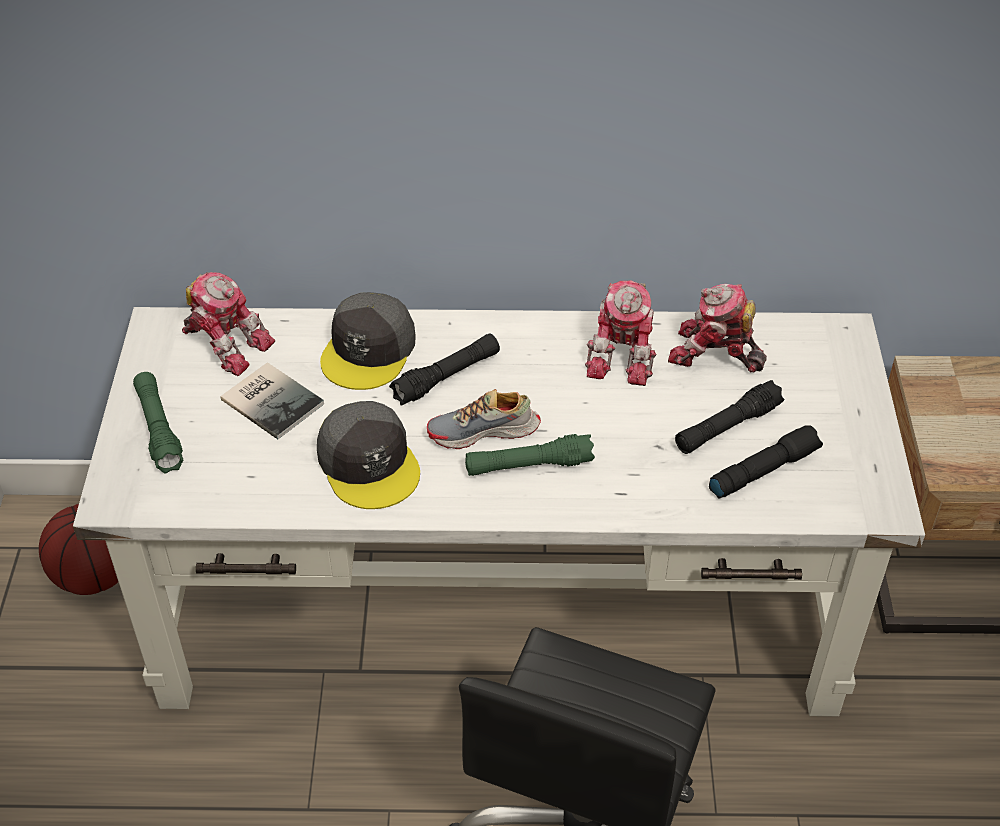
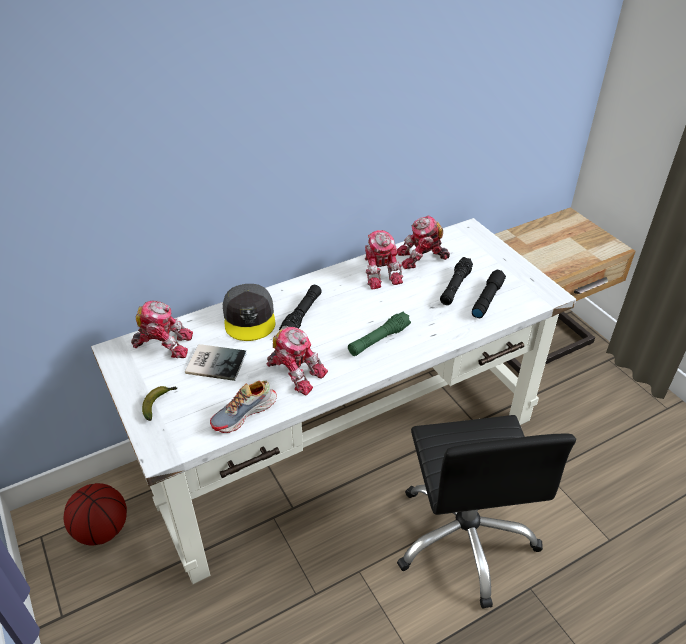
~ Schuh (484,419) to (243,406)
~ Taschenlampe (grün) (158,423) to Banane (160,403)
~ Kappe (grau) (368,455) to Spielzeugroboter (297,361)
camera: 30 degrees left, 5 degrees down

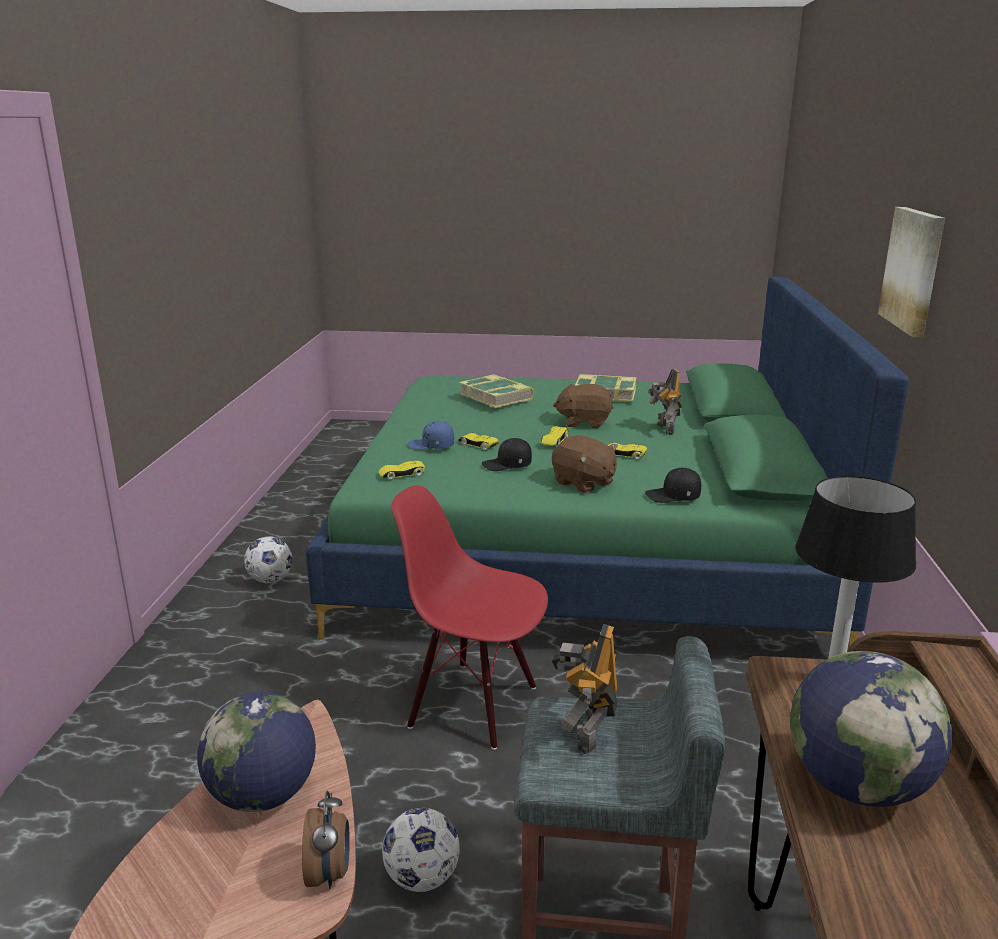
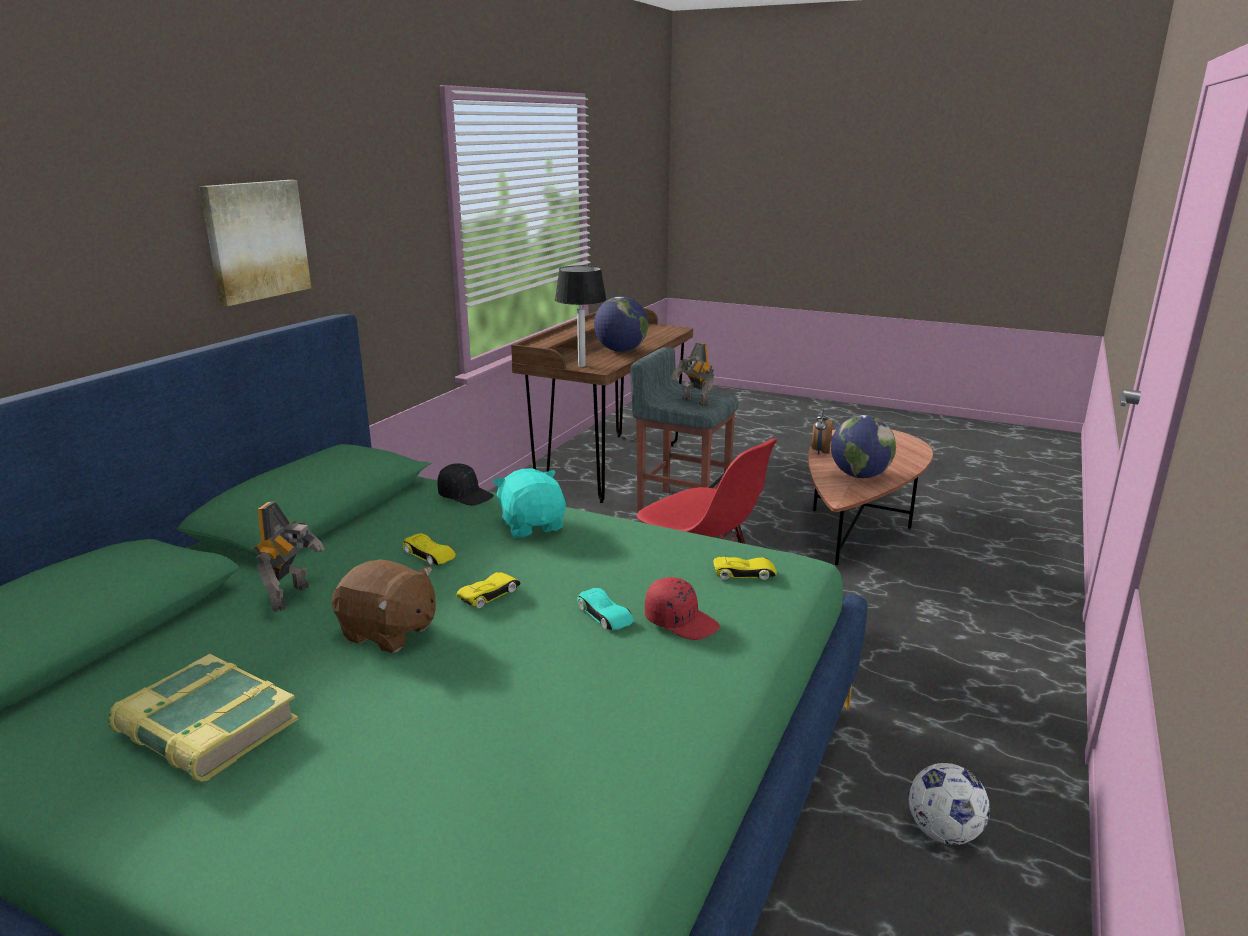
- Fußball (421,849)
- Buch (496,391)
- Kappe (schwarz) (507,454)
~ Kappe (blau) (431,435) to Kappe (rot) (682,608)
~ Spielzeugauto (gelb) (478,441) to Spielzeugauto (türkis) (605,609)
~ Plüschtier (braun) (585,464) to Plüschtier (türkis) (529,503)
~ Spielzeugroboter (584,689) = (692,374) 105 degrees clockwise
camera: 160 degrees left, 0 degrees up

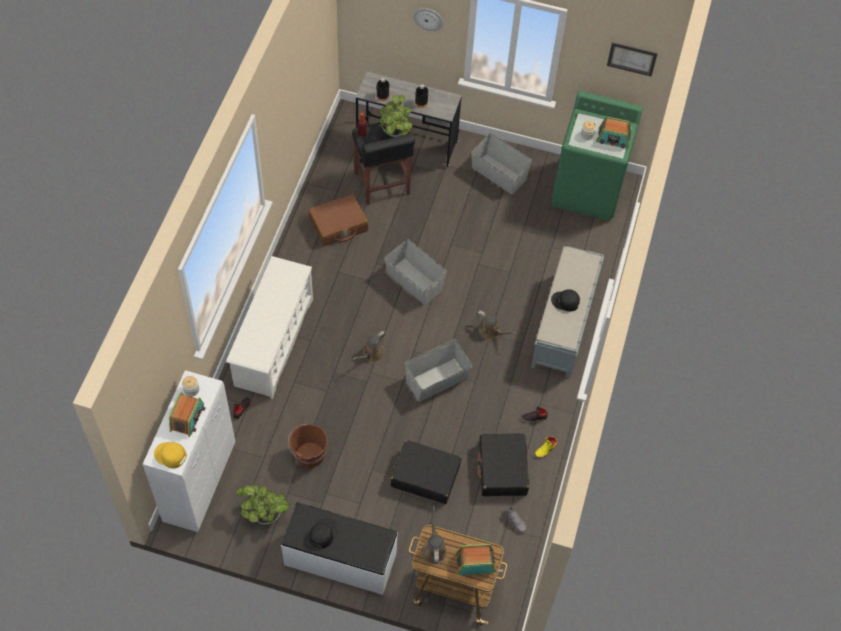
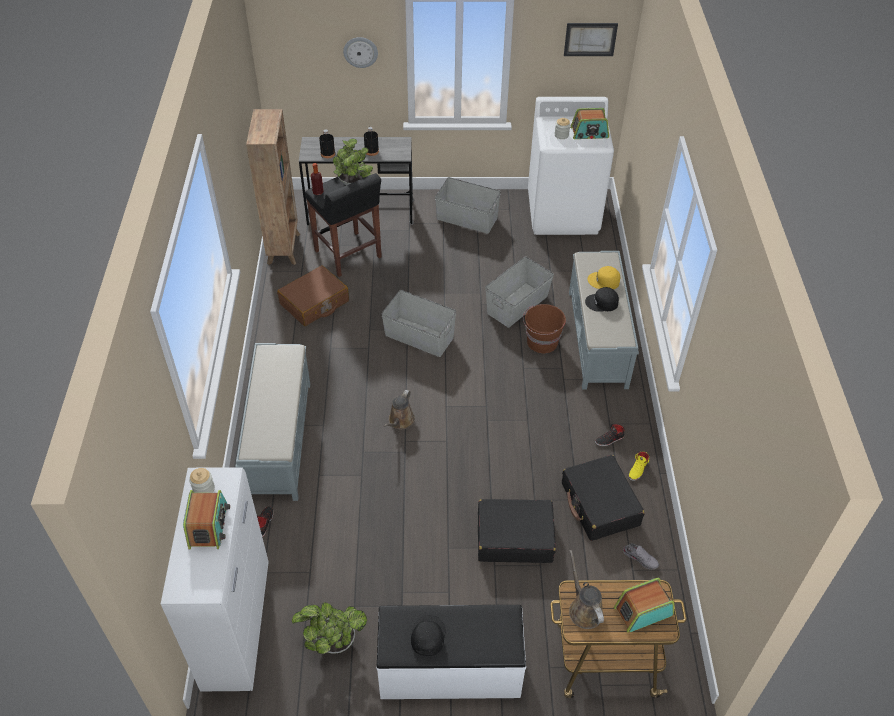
- Gießkanne (braun) (496,325)
+ Bücherregal (braun) (273,187)
~ Kappe (gelb) (170,455) to (604,277)
~ Eimer (braun) (308,446) to (544,328)
~ Aufbewahrungsbox (grau) (438,370) to (519,292)
~ Schuhregal (weiß) (269,327) to Bank (grau) (272,422)
~ Waschmaschine (grün) (597,156) to Waschmaschine (weiß) (571,166)
camera: 15 degrees left, 10 degrees down

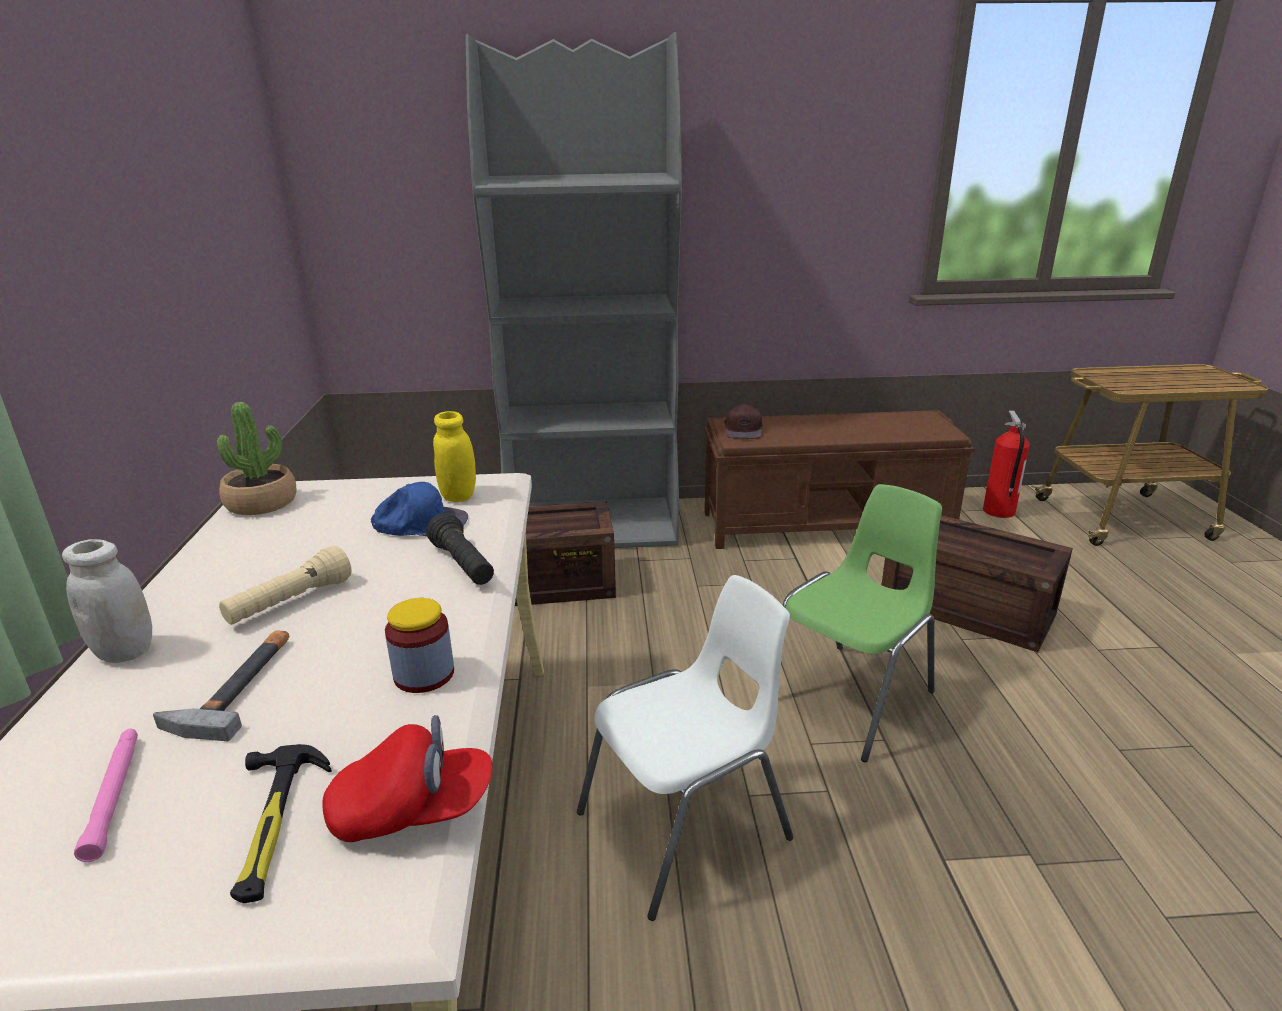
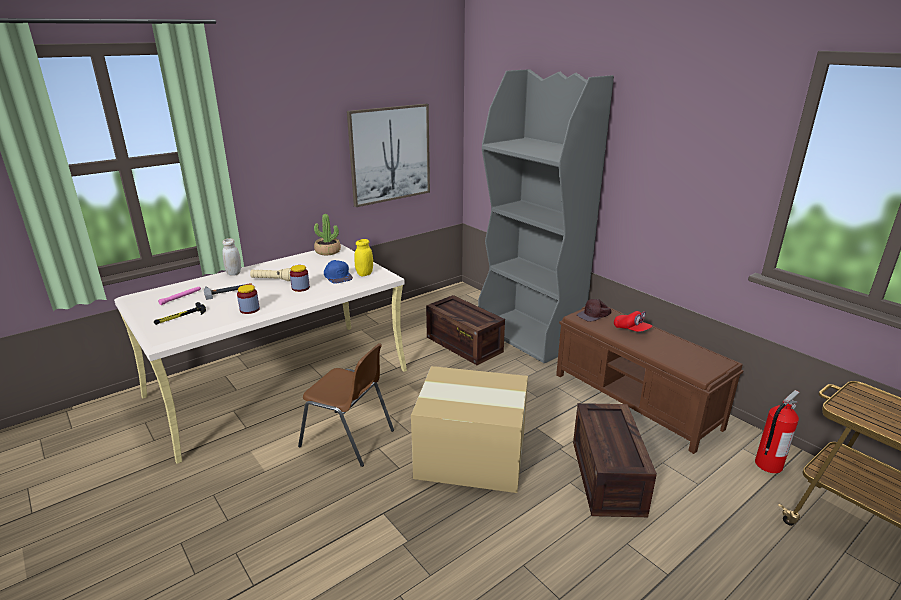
- Taschenlampe (schwarz) (460,549)
+ Vorratsglas (300,278)
+ Bild (388,155)
~ Kappe (rot) (407,778) to (633,321)
~ Stuhl (grün) (862,623) to Karton (469,429)
~ Stuhl (weiß) (685,748) to Stuhl (braun) (346,405)
camera: 55 degrees right, 0 degrees up

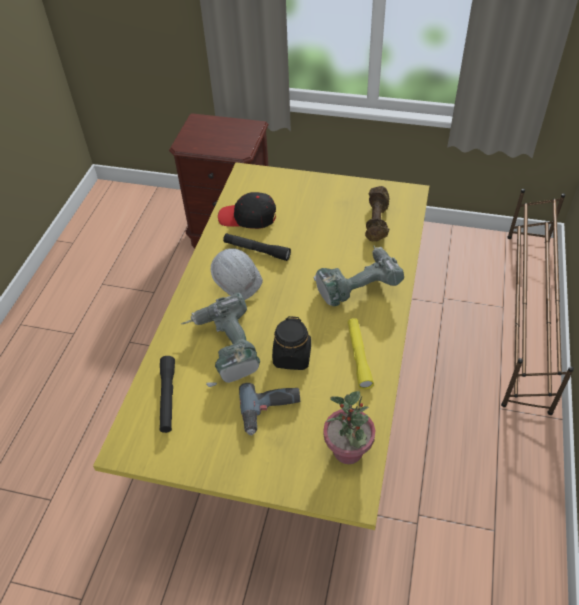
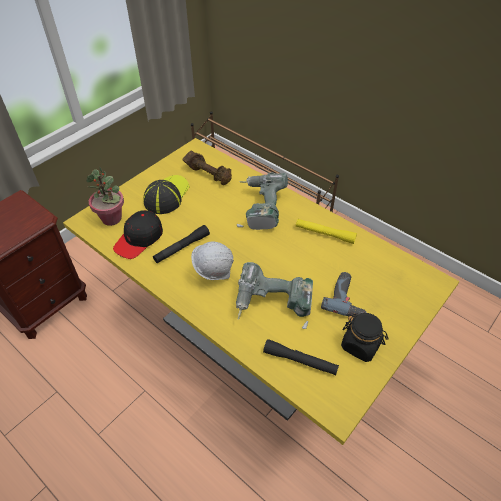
+ Kappe (166,194)
~ Vorratsglas (schwarz) (291,343) to (365,337)
~ Topfpflanze (349,427) to (105,196)
camera: 65 degrees left, 0 degrees up

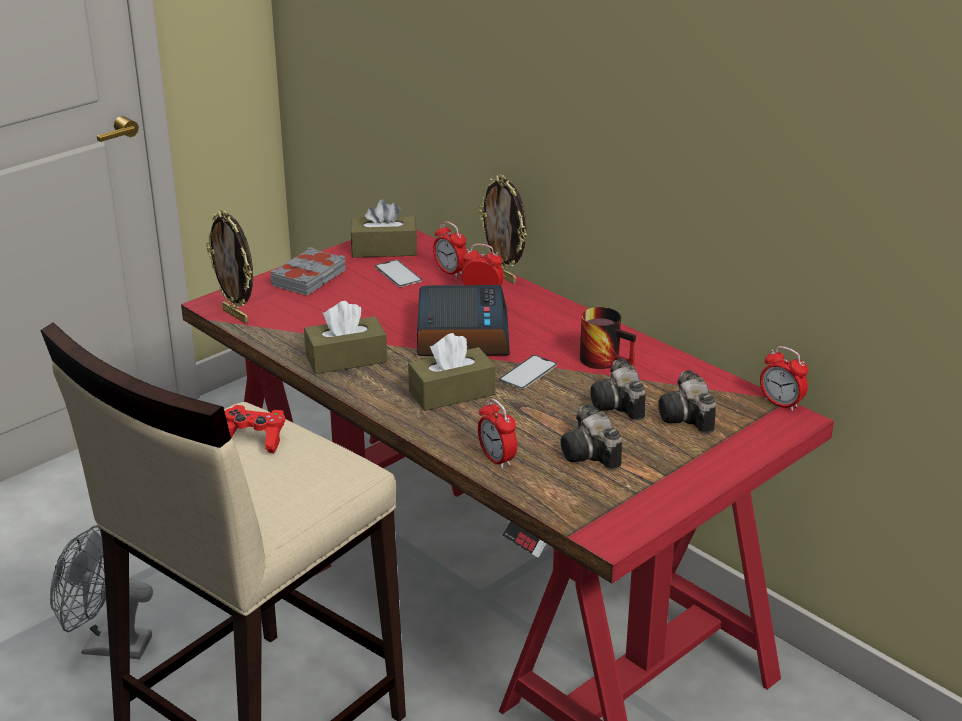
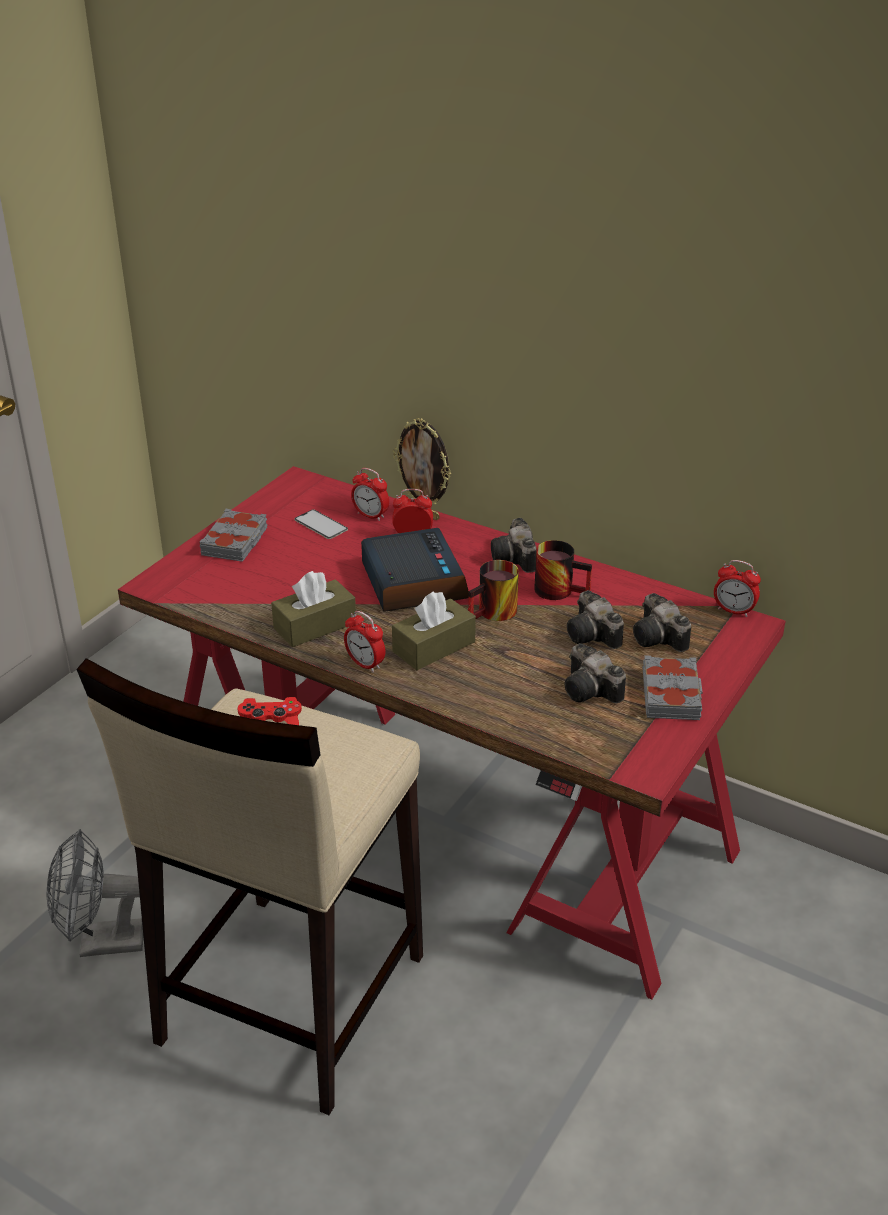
- Bilderrahmen (229,267)
- Taschentuchbox (braun) (383,228)
+ Kamera (513,545)
+ Buch (grau) (673,687)
~ Wecker (497,433) to (364,642)
~ Handy (528,372) to Henkelbecher (493,590)
camera: 15 degrees left, 5 degrees up

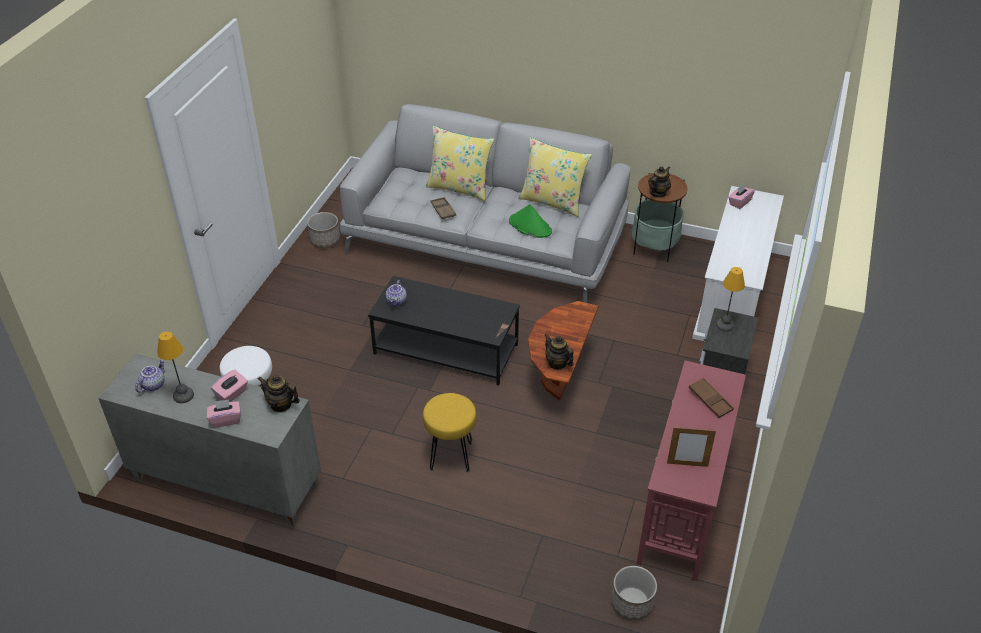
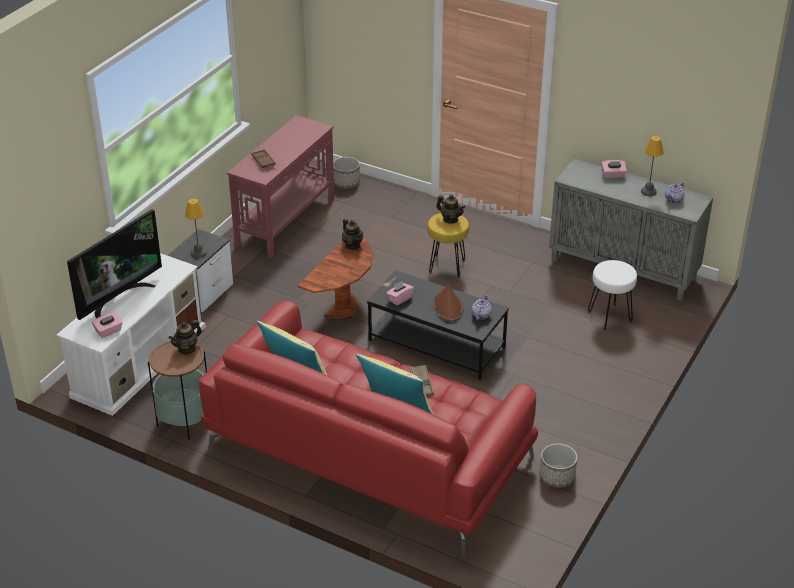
- Hut (grün) (530,221)
- Bilderrahmen (691,446)
+ Fernseher (114,264)
+ Hut (braun) (448,303)
~ Taschentuchbox (rosa) (229,386) to (400,293)
~ Teekanne (279,393) to (450,209)
~ Sofa (grau) (485,203) to Sofa (rot) (368,429)
camera: 170 degrees left, 5 degrees down

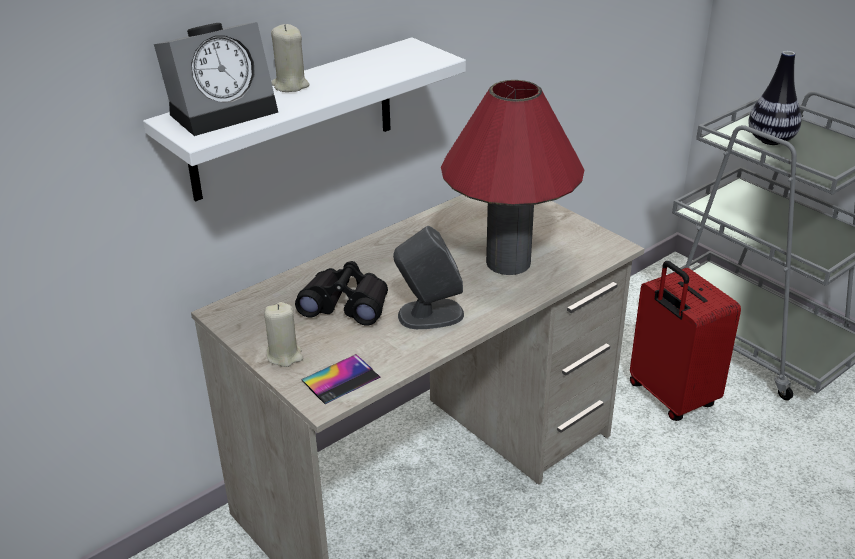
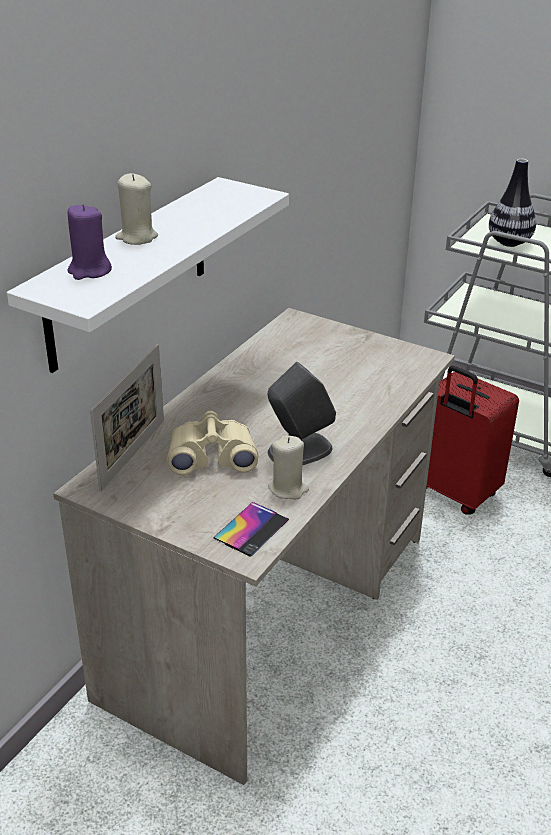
- Tischlampe (rot) (512,177)
+ Bilderrahmen (127,418)
~ Kerze (beige) (283,334) to (288,467)
~ Wecker (216,79) to Kerze (lila) (90,242)
~ Fernglas (schwarz) (341,293) to Fernglas (beige) (213,443)
camera: 20 degrees left, 0 degrees up

